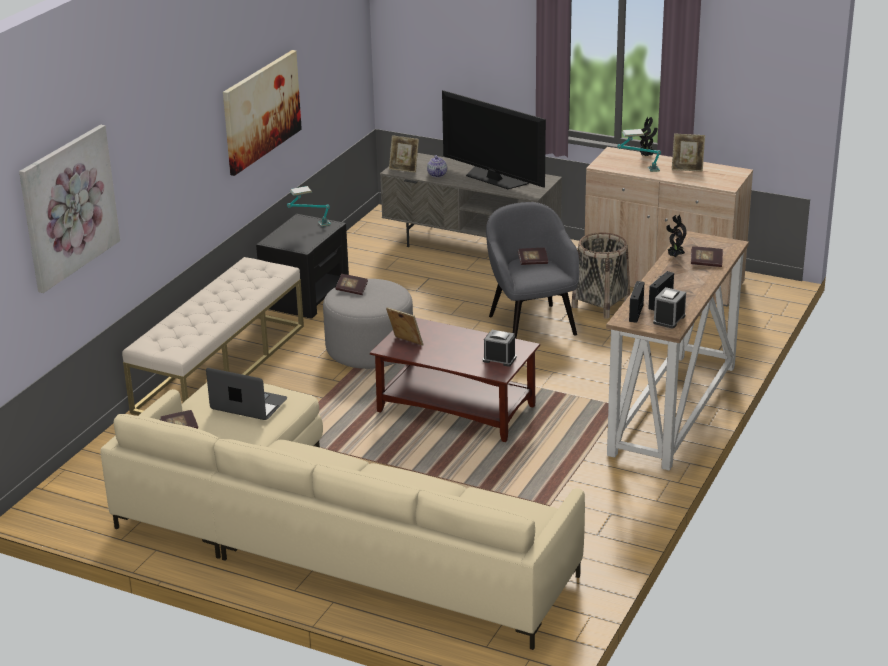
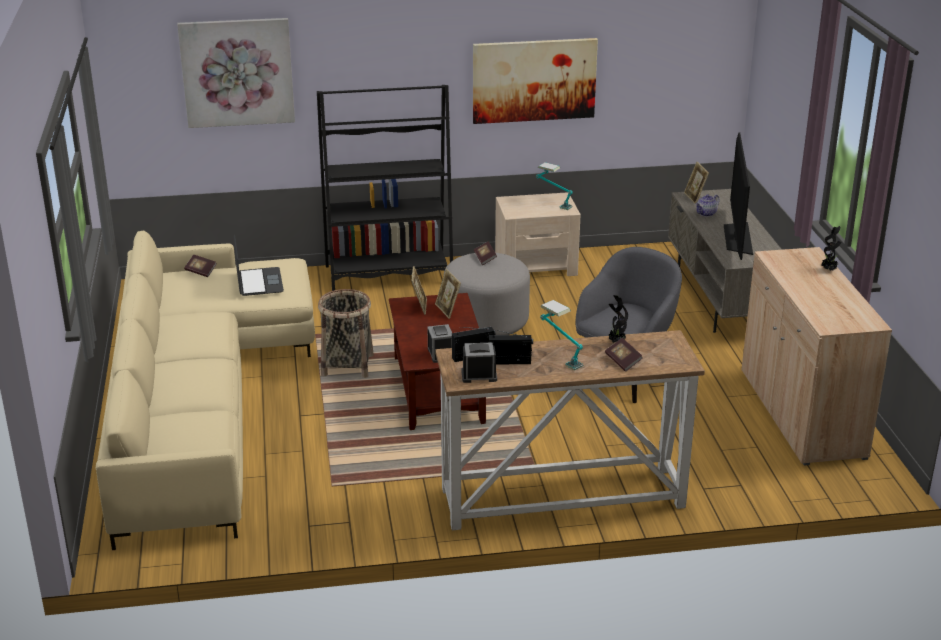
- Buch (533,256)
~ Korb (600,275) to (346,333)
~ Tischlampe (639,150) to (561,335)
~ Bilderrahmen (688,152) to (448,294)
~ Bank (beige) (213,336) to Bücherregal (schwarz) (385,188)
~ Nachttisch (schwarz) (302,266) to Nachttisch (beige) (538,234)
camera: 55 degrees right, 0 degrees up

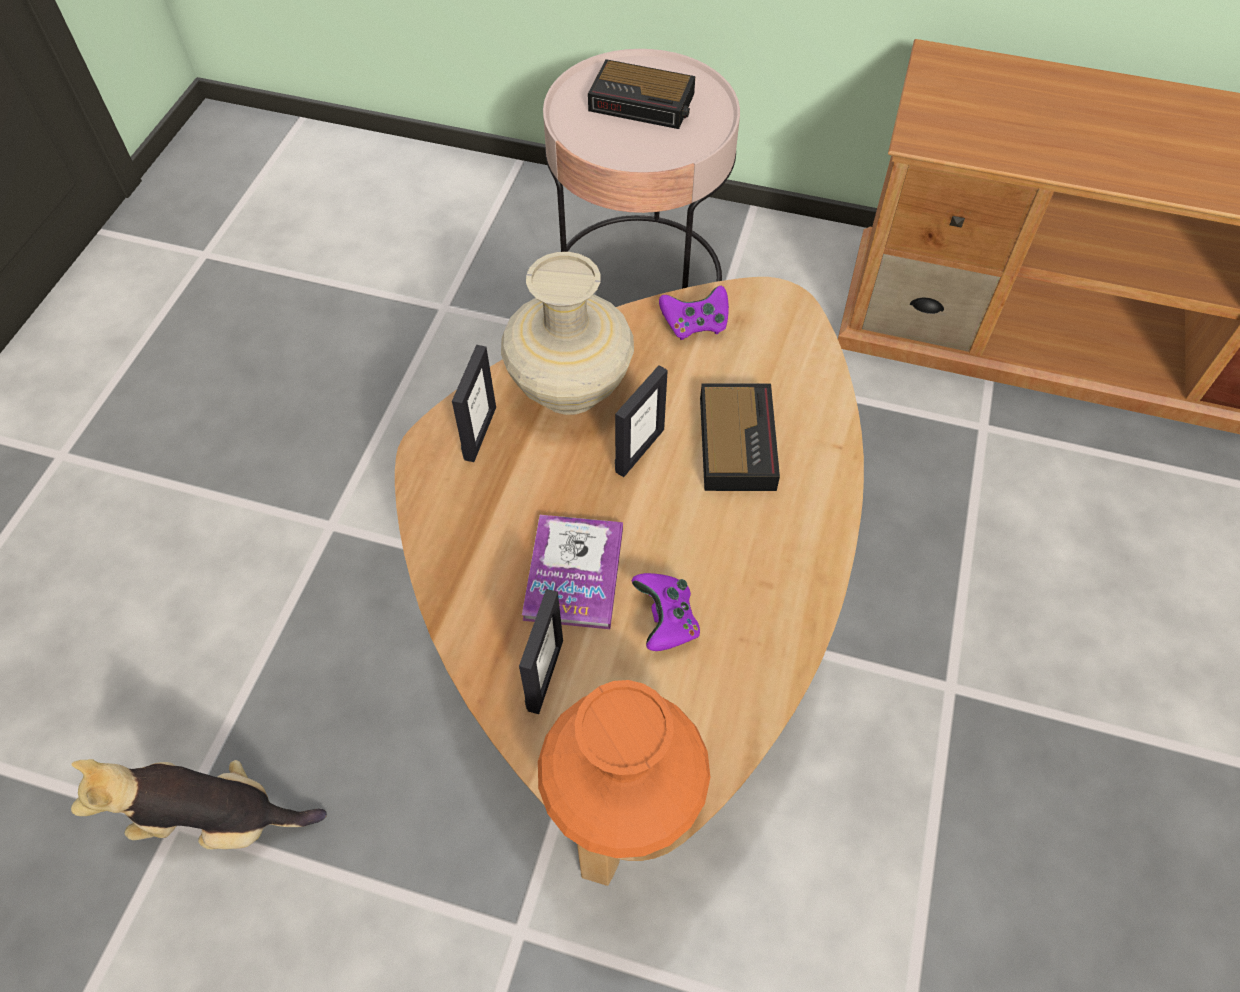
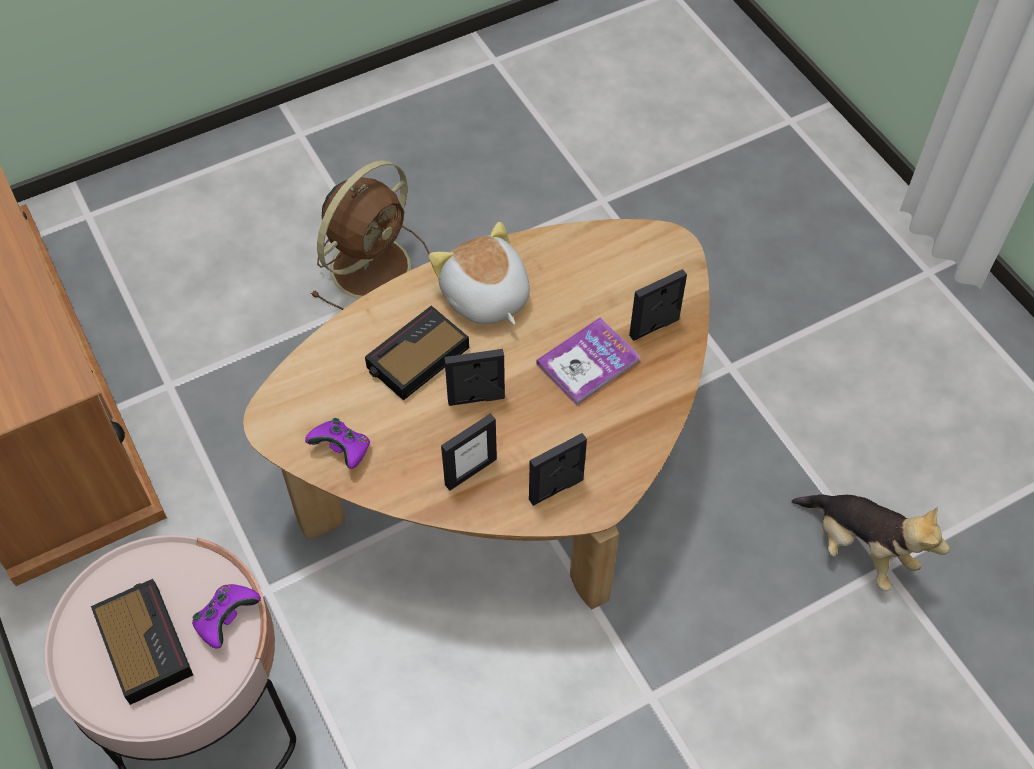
- Vase (orange) (624,769)
+ Ventilator (braun) (370,235)
+ Plüschtier (479,273)
~ Gamepad (lila) (666,612) to (226,616)
~ Vase (beige) (567,333) to Bilderrahmen (469,452)
camera: 135 degrees left, 0 degrees up

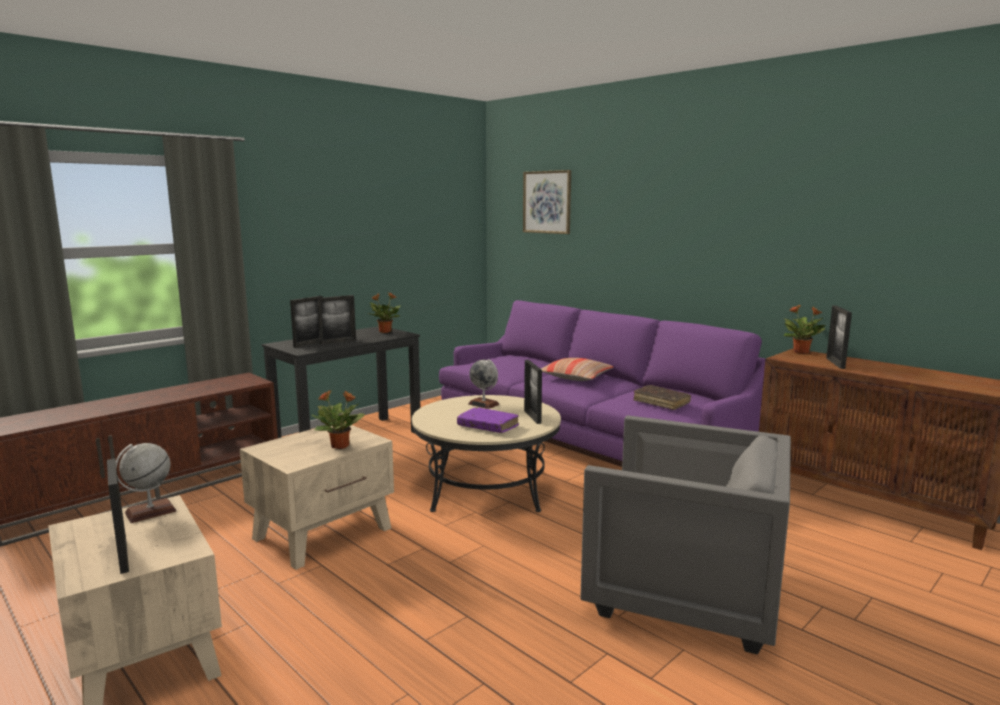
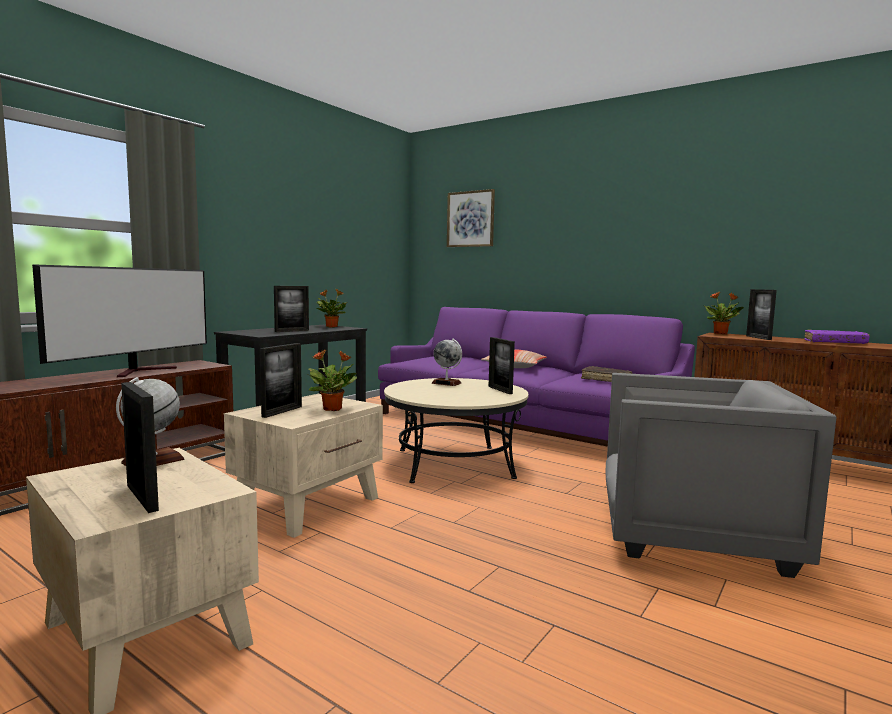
+ Fernseher (119,320)
~ Bilderrahmen (306,322) to (281,380)
~ Buch (lila) (488,420) to (837,336)
camera: 10 degrees left, 5 degrees down

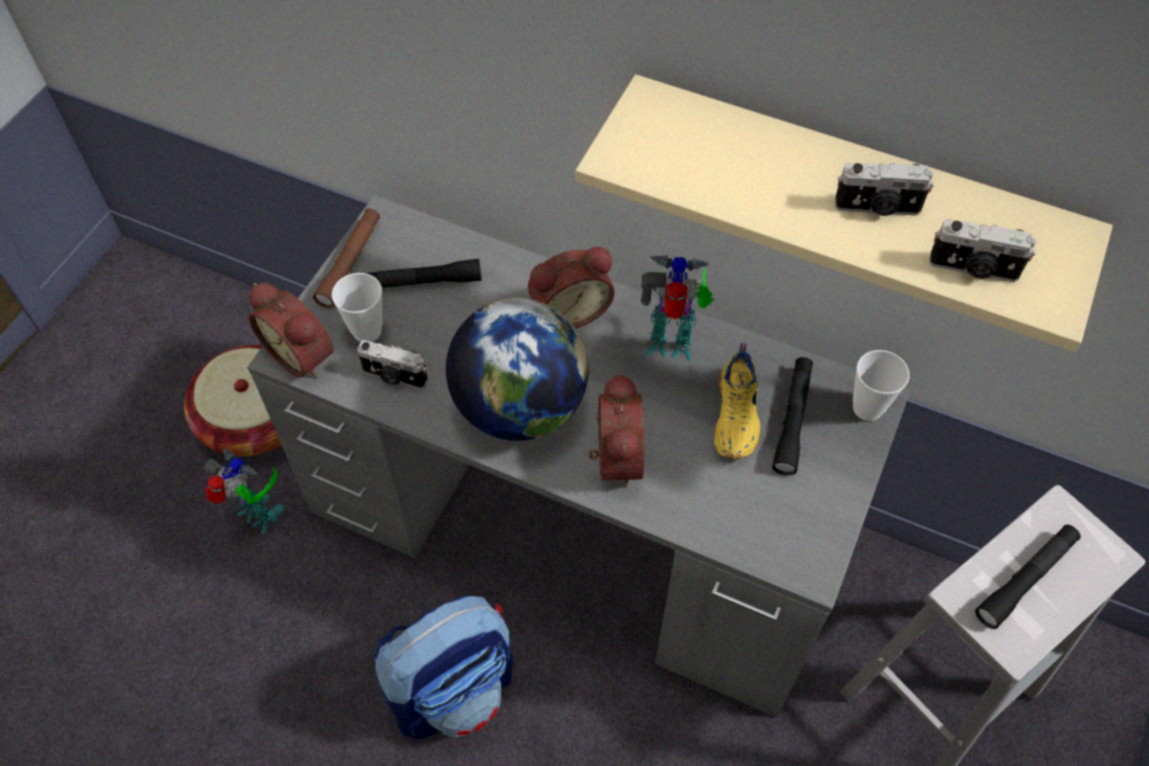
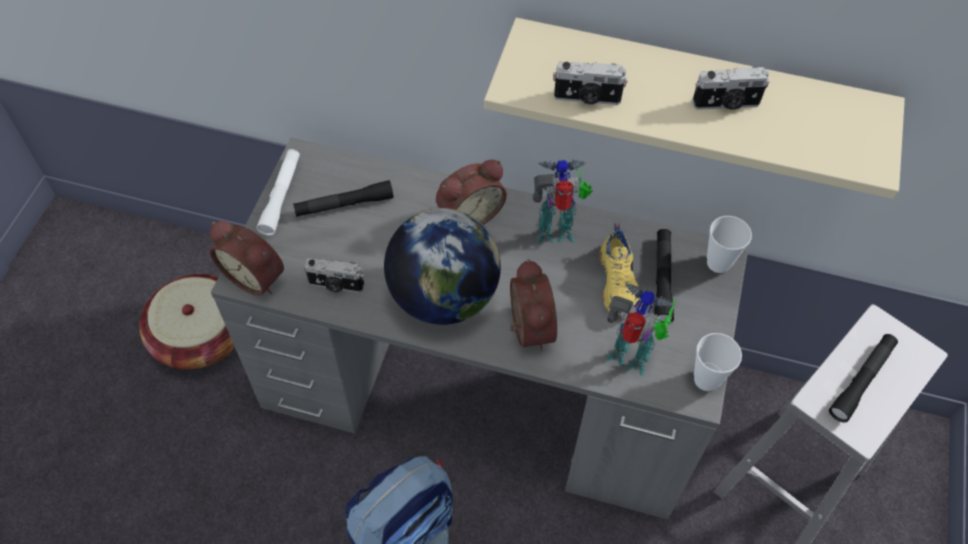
~ Spielzeugroboter (243,491) to (640,329)
~ Tasse (357,307) to (718,362)
~ Kamera (983,250) to (590,83)
~ Taschenlampe (braun) (346,258) to Taschenlampe (weiß) (278,192)
camera: 10 degrees left, 0 degrees up

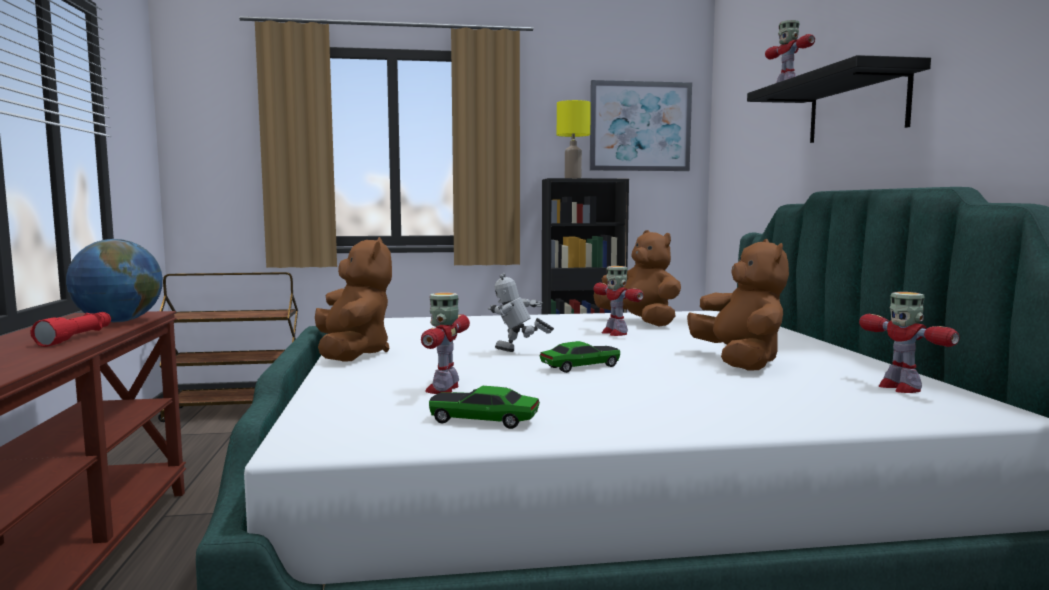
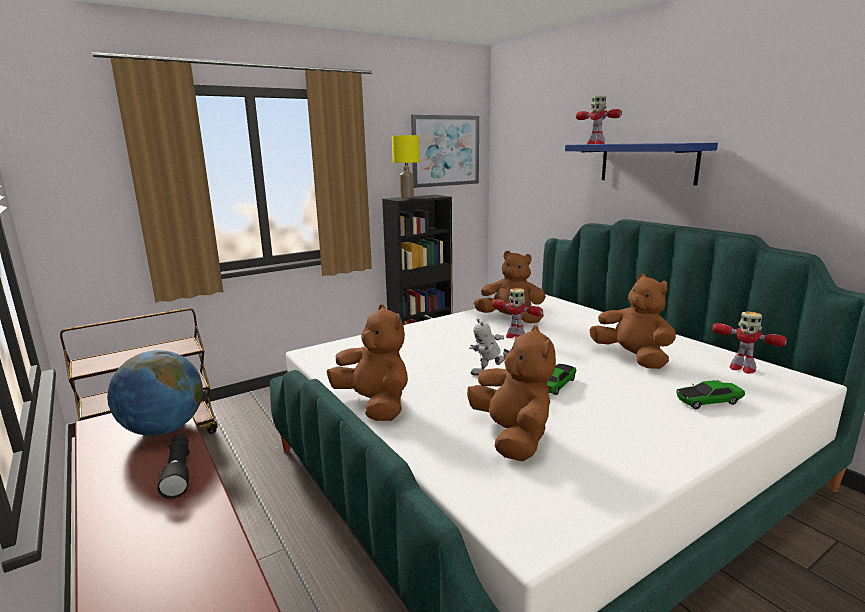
~ Spielzeugauto (484,407) to (710,394)
~ Spielzeugroboter (445,343) to Plüschtier (braun) (511,393)
~ Taschenlampe (rot) (70,329) to Taschenlampe (schwarz) (173,466)
~ Wandregal (schwarz) (839,99) to Wandregal (blau) (641,164)
camera: 25 degrees left, 10 degrees up

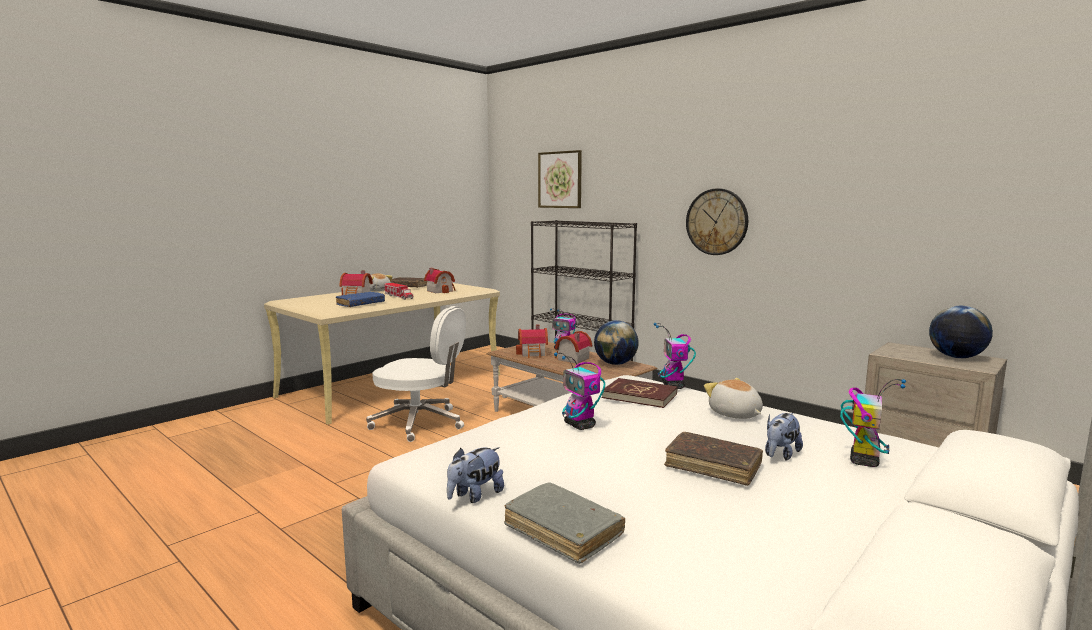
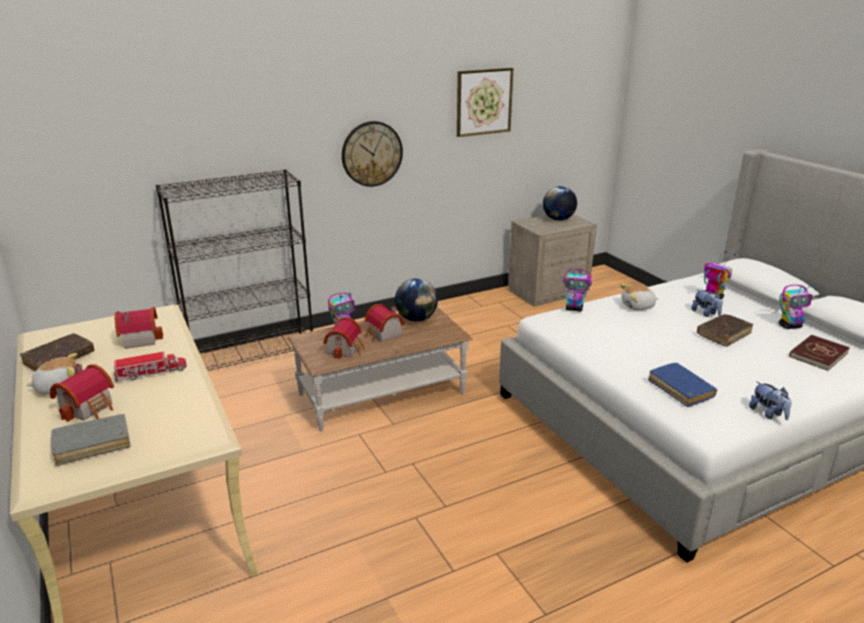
- Bürostuhl (weiß) (416,374)
~ Buch (blau) (360,299) to (682,385)
~ Buch (grau) (564,523) to (91,440)
~ Bild (560,179) to (485,102)
~ Spielzeugroboter (579,391) to (797,307)
~ Buch (rot) (639,393) to (819,353)
camera: 70 degrees left, 15 degrees up

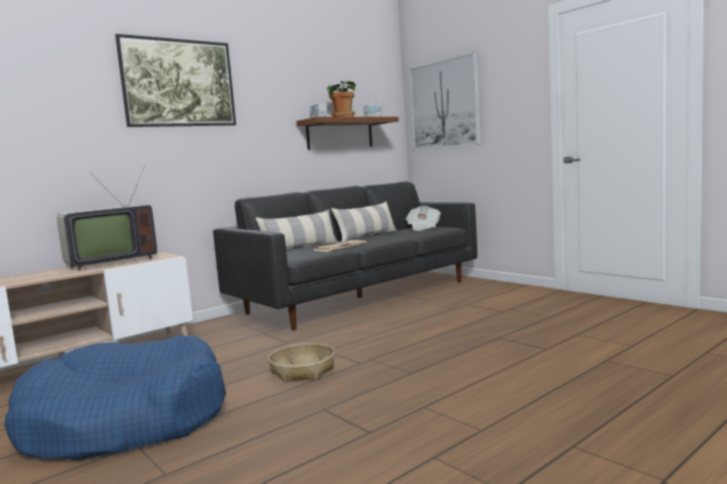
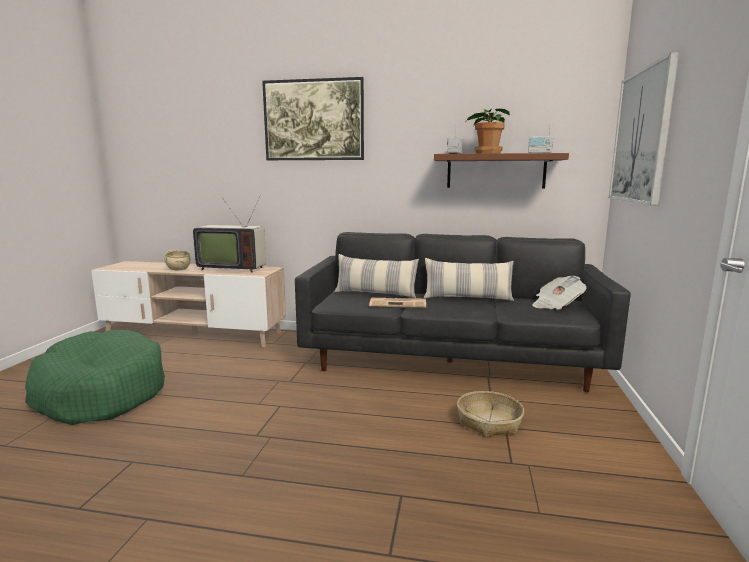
+ Schüssel (beige) (177,260)
~ Korb (301,362) to (490,414)
~ Hundebett (blau) (115,398) to Hundebett (grün) (95,377)
camera: 50 degrees right, 5 degrees up

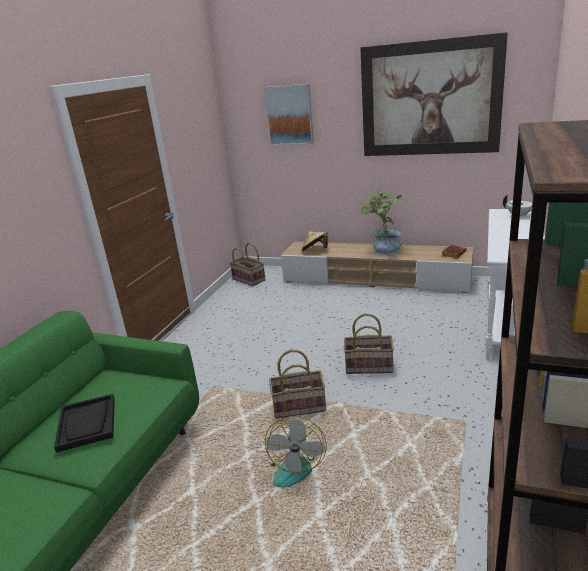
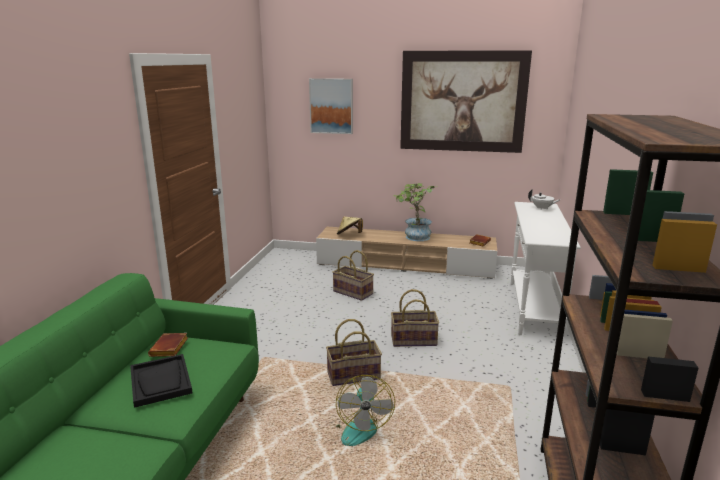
+ Buch (braun) (168,345)
~ Korb (247,264) to (353,275)
camera: 10 degrees left, 5 degrees down

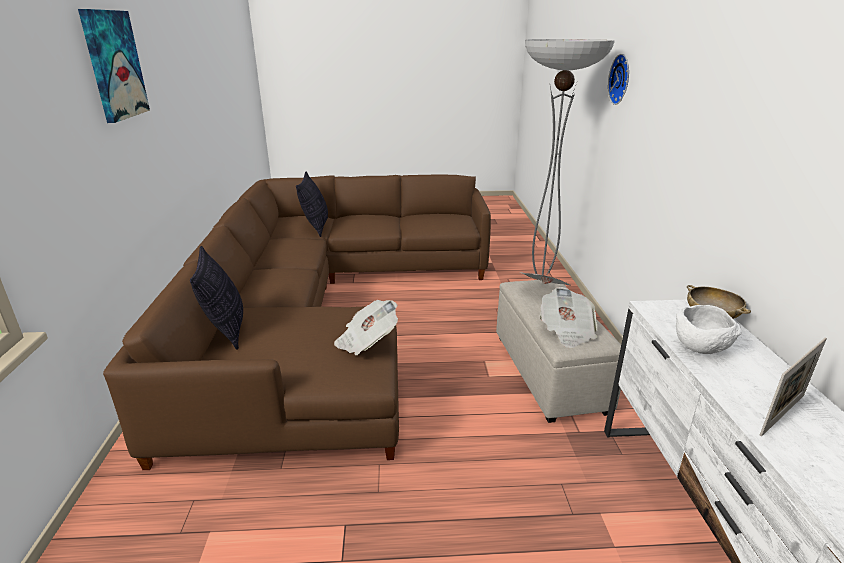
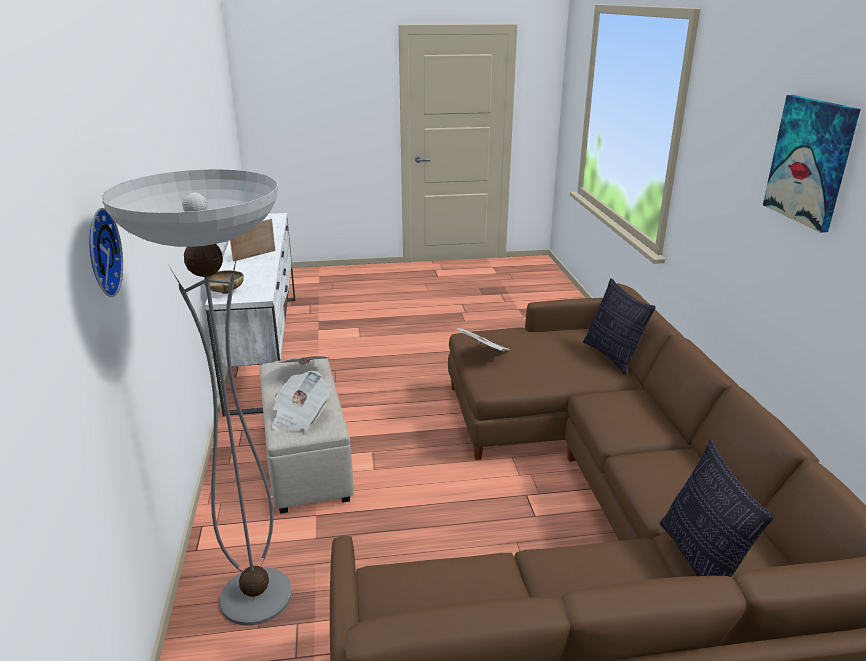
- Schüssel (weiß) (709,329)
camera: 175 degrees right, 0 degrees up

